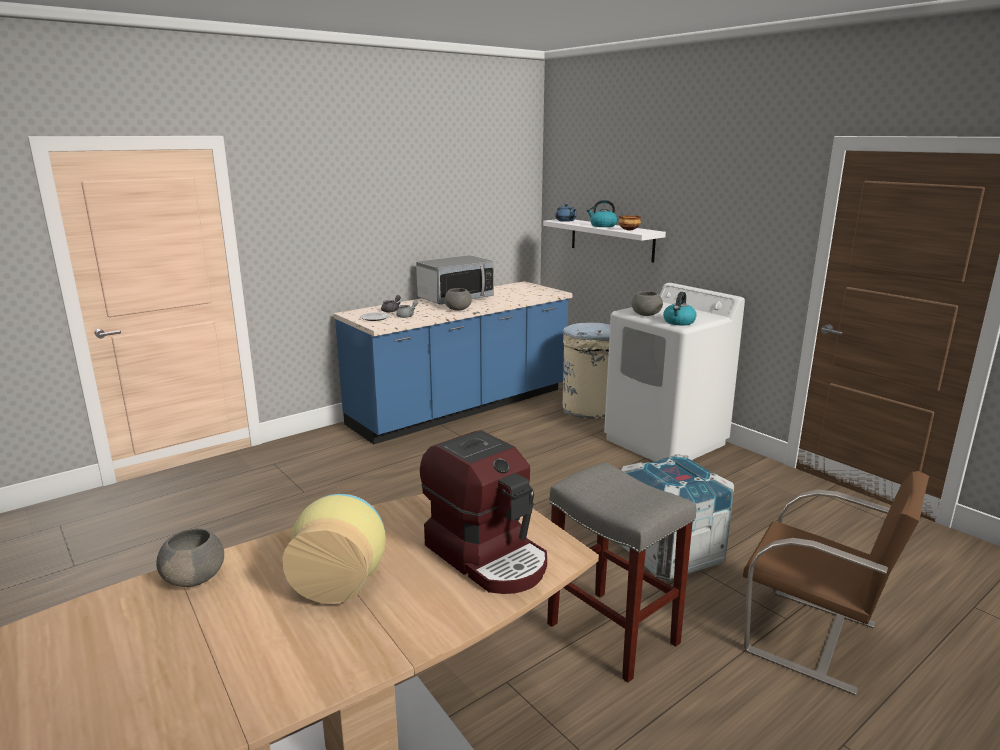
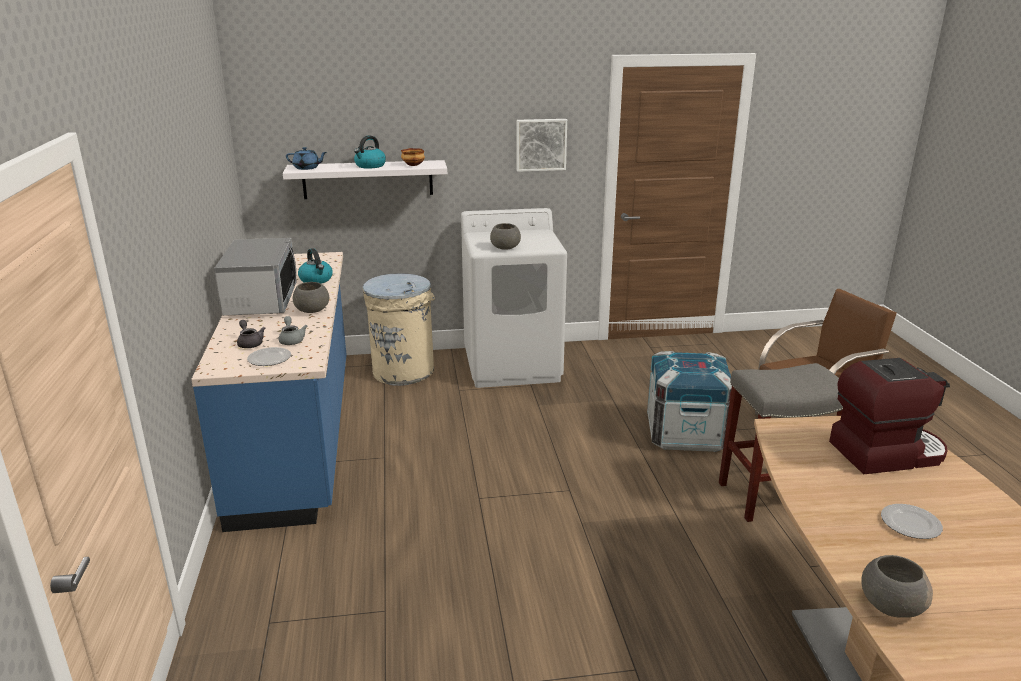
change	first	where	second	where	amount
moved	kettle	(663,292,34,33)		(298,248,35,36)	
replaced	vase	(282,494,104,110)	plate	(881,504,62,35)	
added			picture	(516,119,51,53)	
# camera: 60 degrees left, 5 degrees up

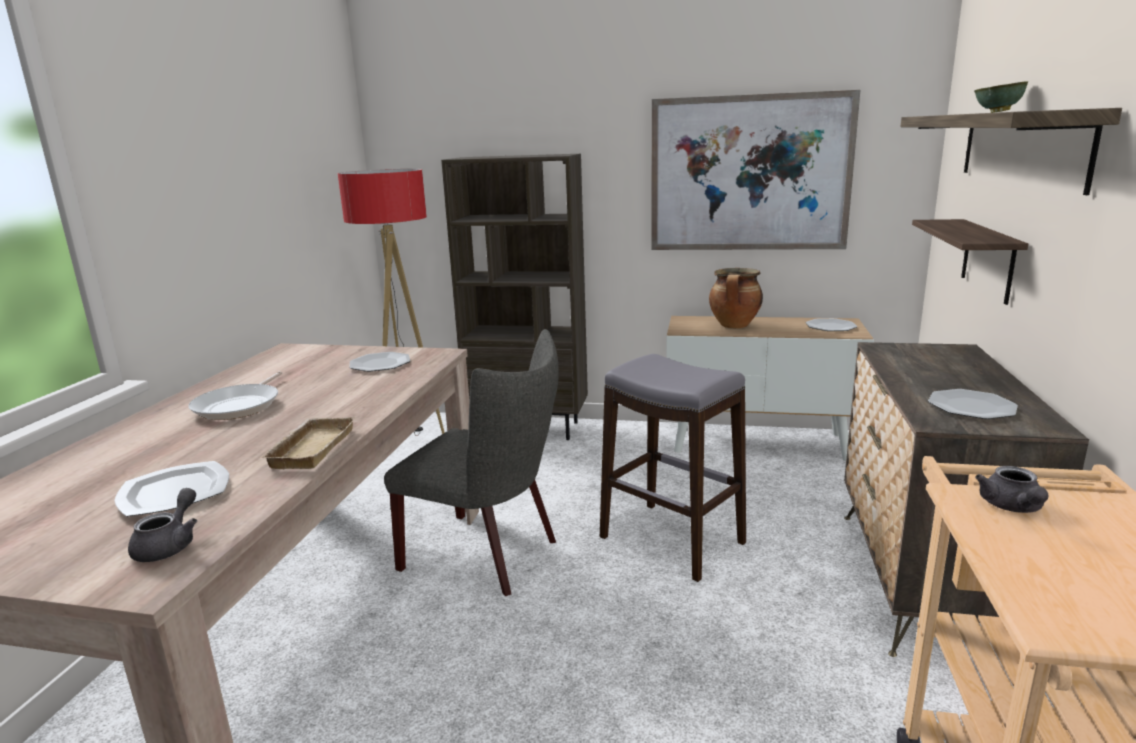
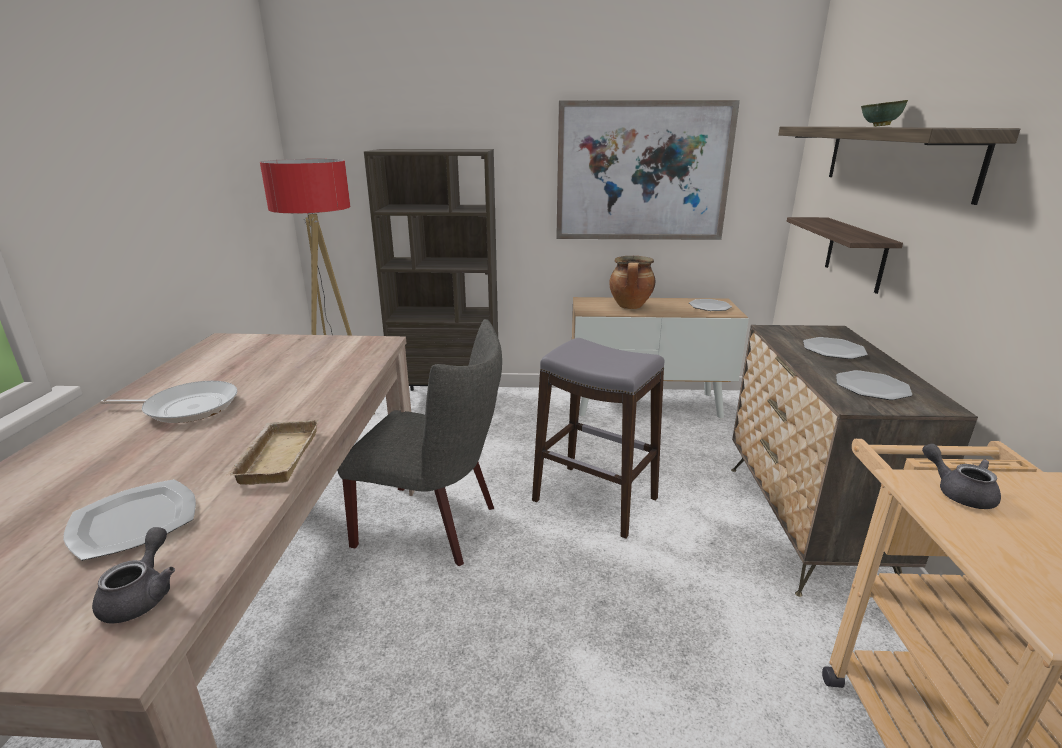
change	first	where	second	where	amount
moved	plate	(350,352,60,20)		(803,337,65,22)	
turned	frying pan	(188,372,94,48)		(100,381,137,42)	90 degrees counterclockwise
turned	grey teapot	(975,466,74,47)		(922,443,79,66)	150 degrees clockwise
# camera: 10 degrees left, 5 degrees up

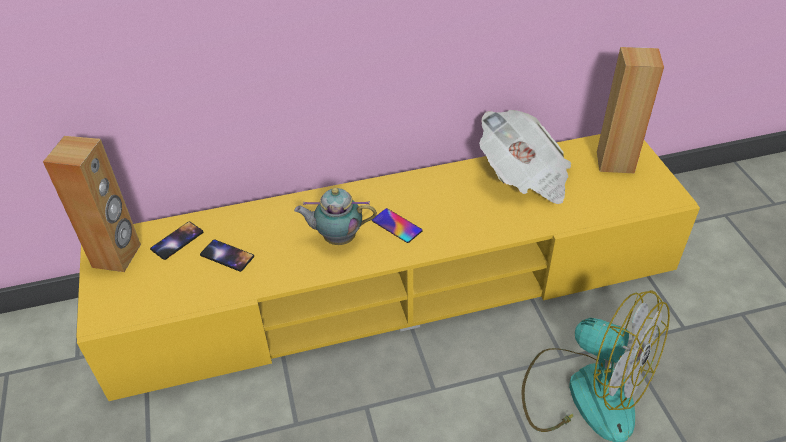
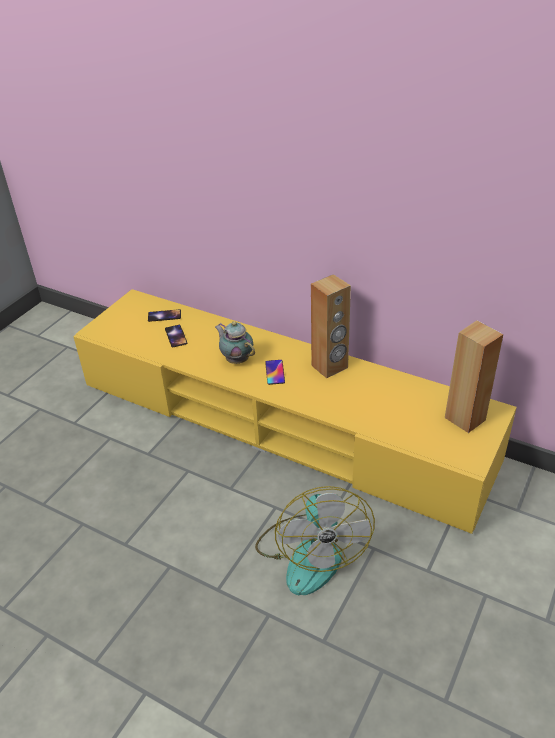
change	first	where	second	where	amount
removed	newspaper	(479,110,92,94)			
moved	brown speaker	(43,136,98,136)		(311,274,40,104)	
# camera: 45 degrees right, 5 degrees down

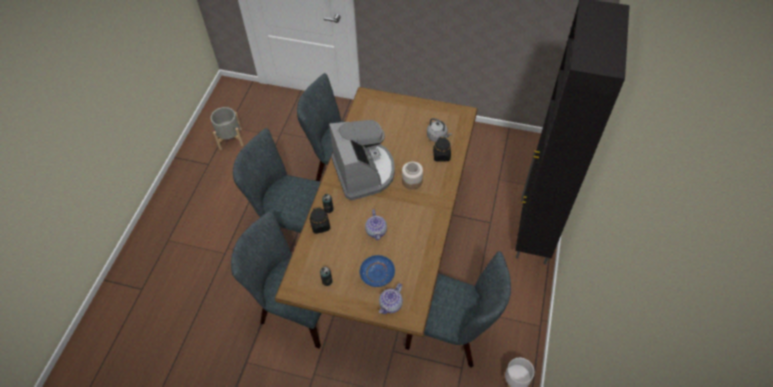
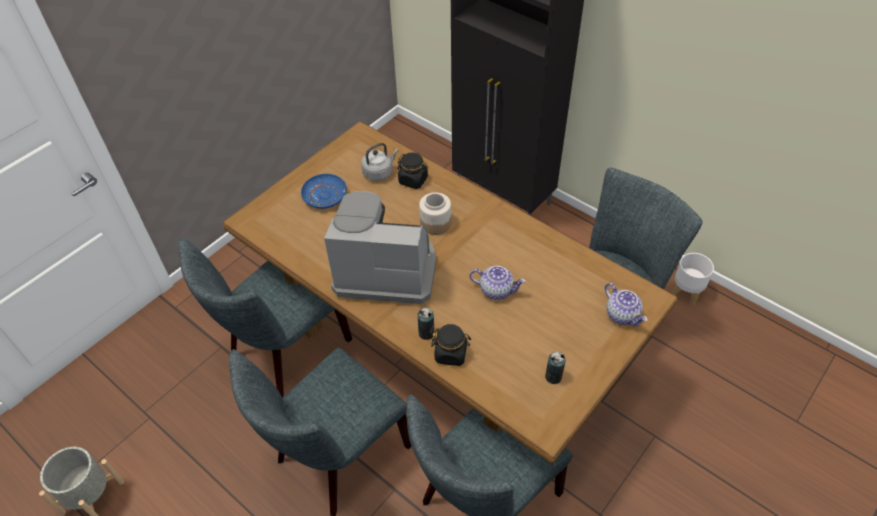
change	first	where	second	where	amount
moved	blue plate	(360,255,35,32)		(301,174,46,35)	
# camera: 65 degrees left, 5 degrees down

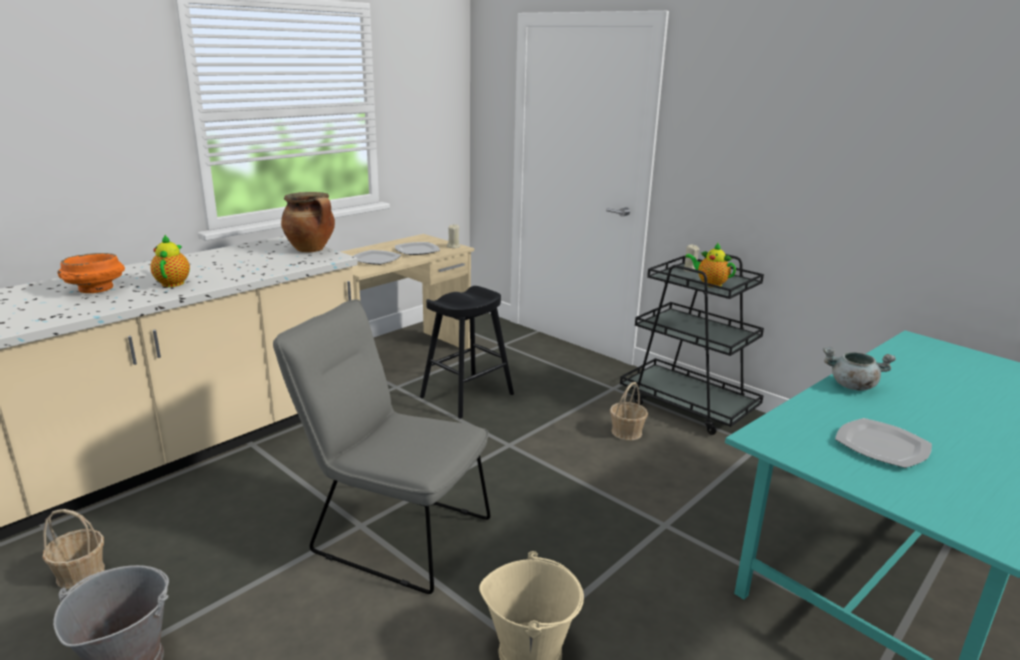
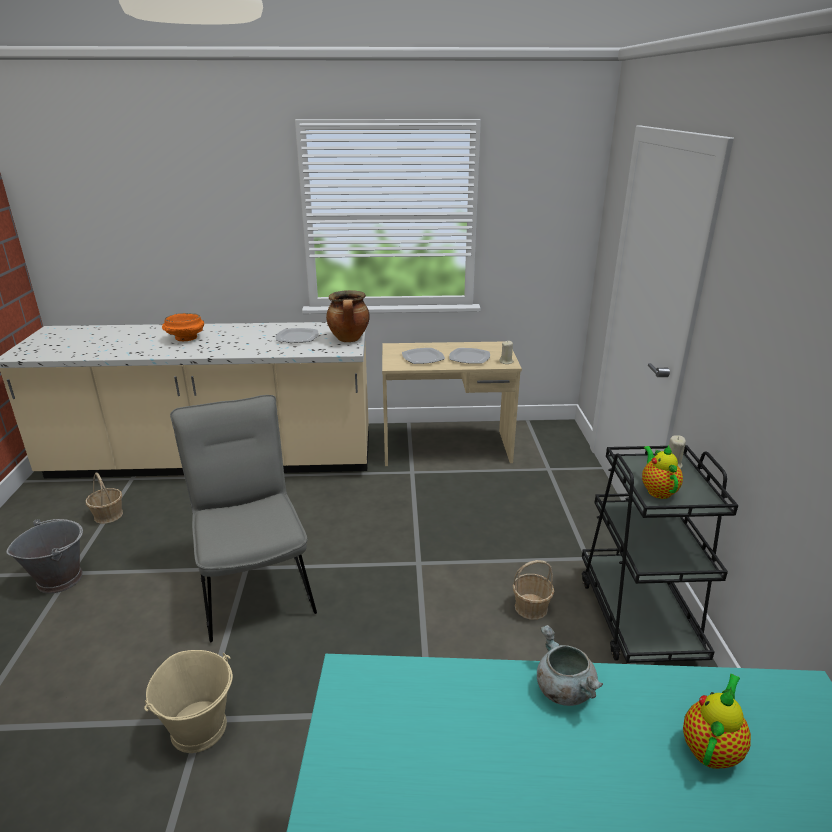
change	first	where	second	where	amount
moved	teapot	(150,234,40,53)		(683,674,68,95)	
removed	black stool	(420,286,94,133)			
moved	plate	(835,418,97,50)		(276,328,43,15)	
# camera: 45 degrees right, 5 degrees up

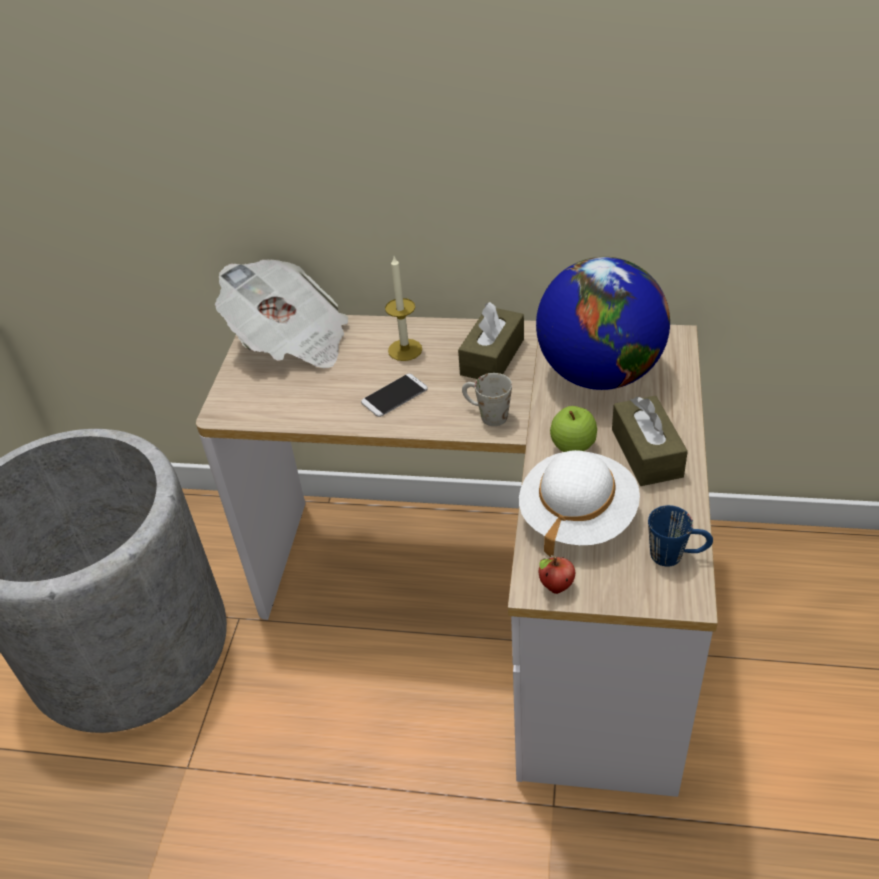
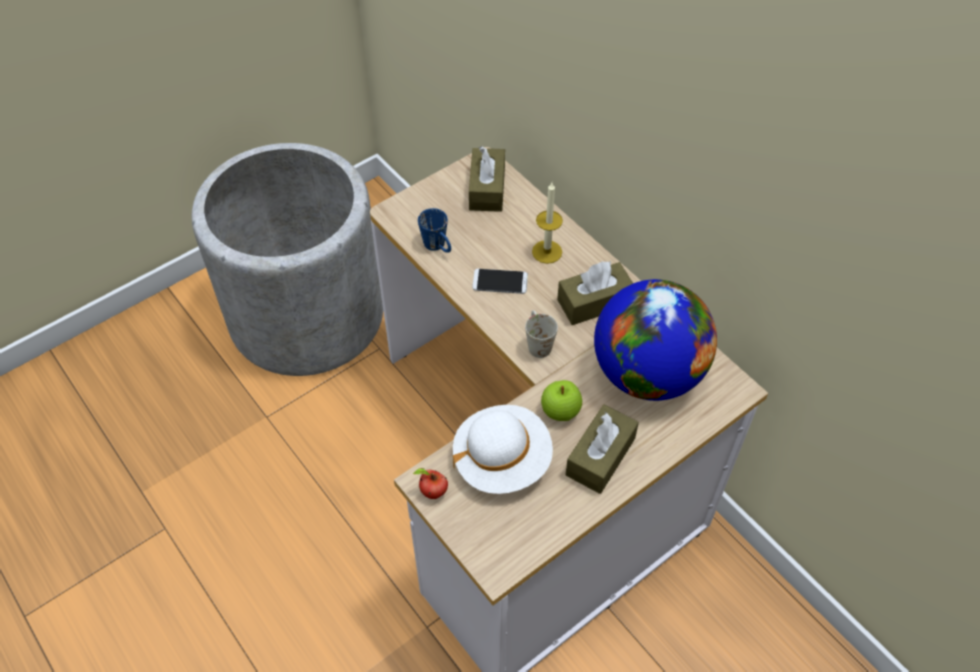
change	first	where	second	where	amount
replaced	newspaper	(215,260,133,109)	brown tissue box	(469,146,36,66)	
moved	blue mug	(648,505,65,62)		(418,208,33,45)	
# camera: 40 degrees right, 10 degrees up

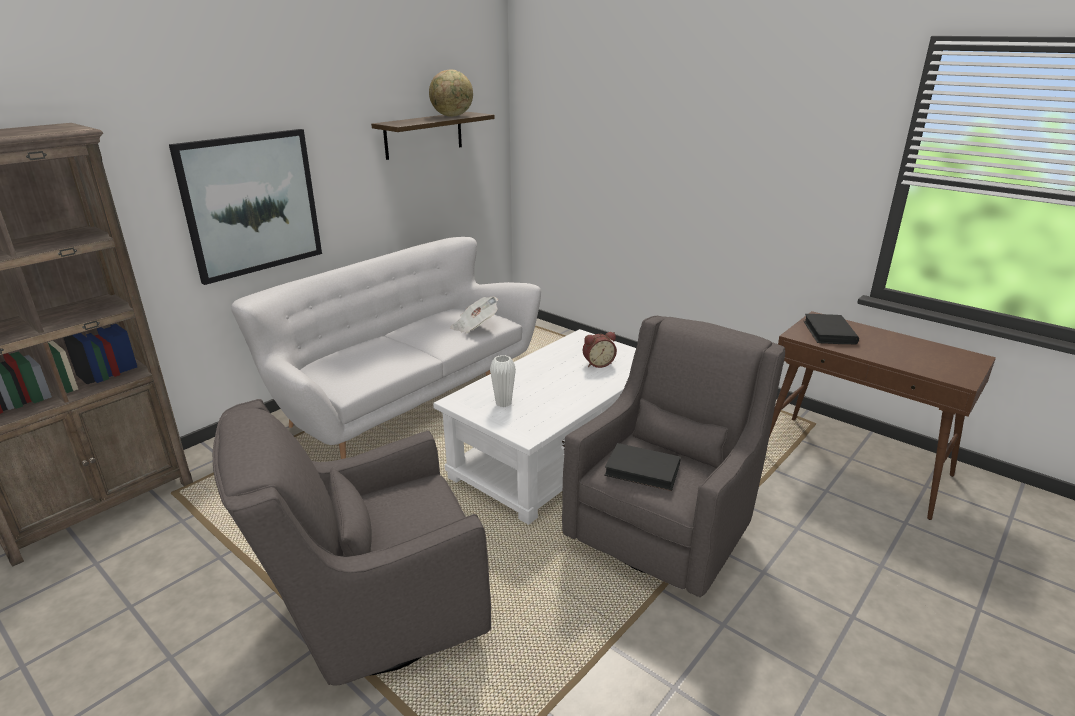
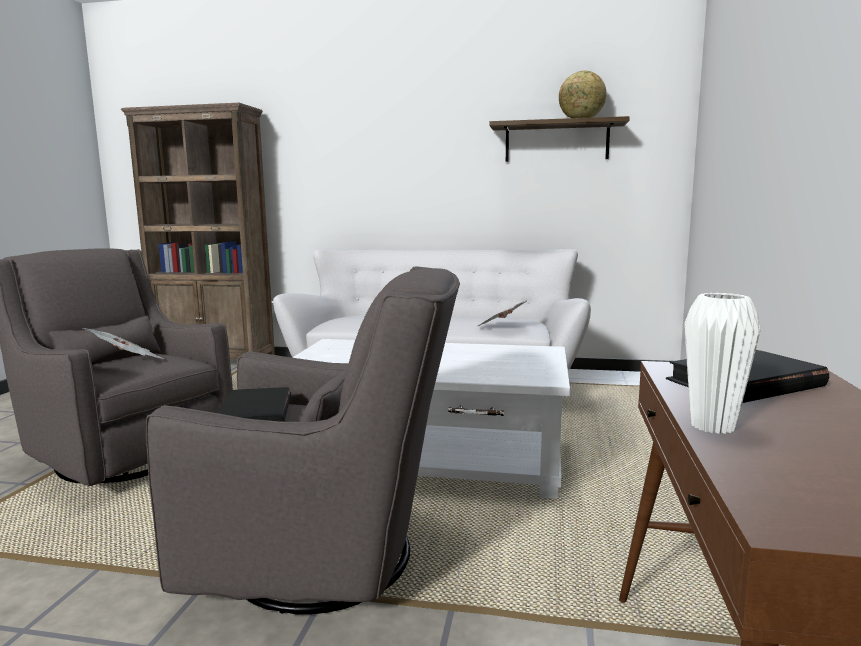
change	first	where	second	where	amount
removed	picture	(169,129,153,156)			
removed	alarm clock	(583,332,34,36)			
moved	white vase	(490,355,26,52)		(684,293,77,141)	
added			newspaper	(83,328,81,31)	
# camera: 60 degrees right, 15 degrees down

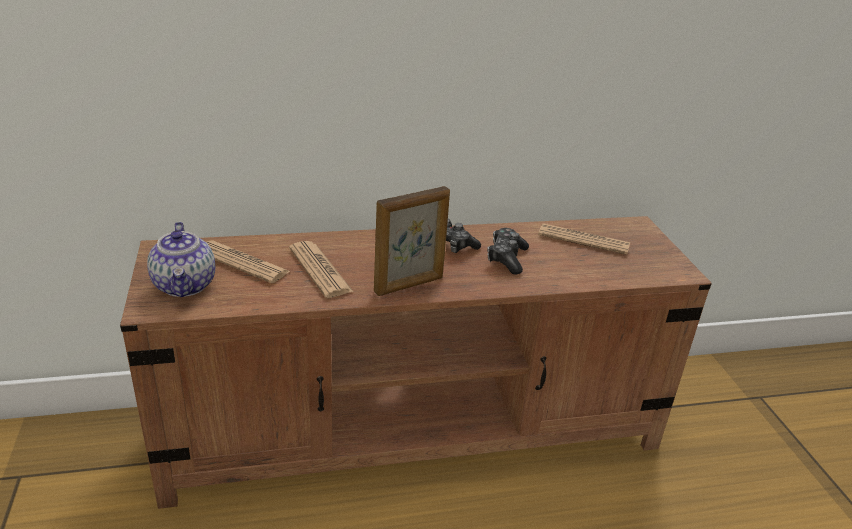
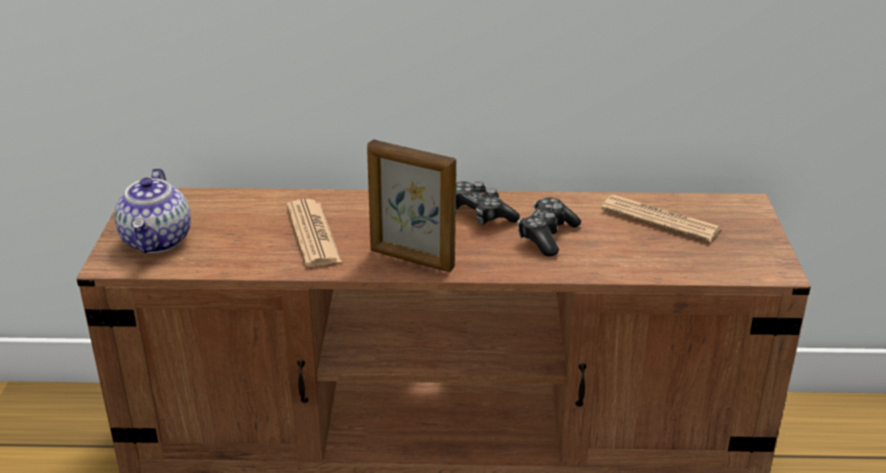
change	first	where	second	where	amount
turned	picture frame	(374,186,76,110)		(367,139,89,133)	45 degrees clockwise
removed	newspaper	(206,241,85,42)			
# camera: 15 degrees right, 0 degrees up

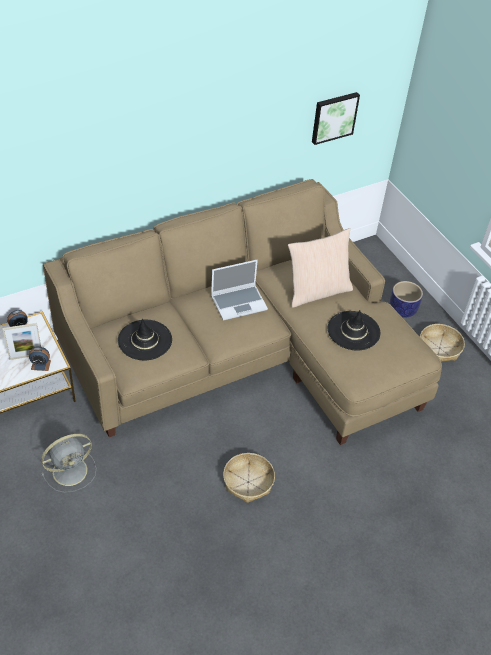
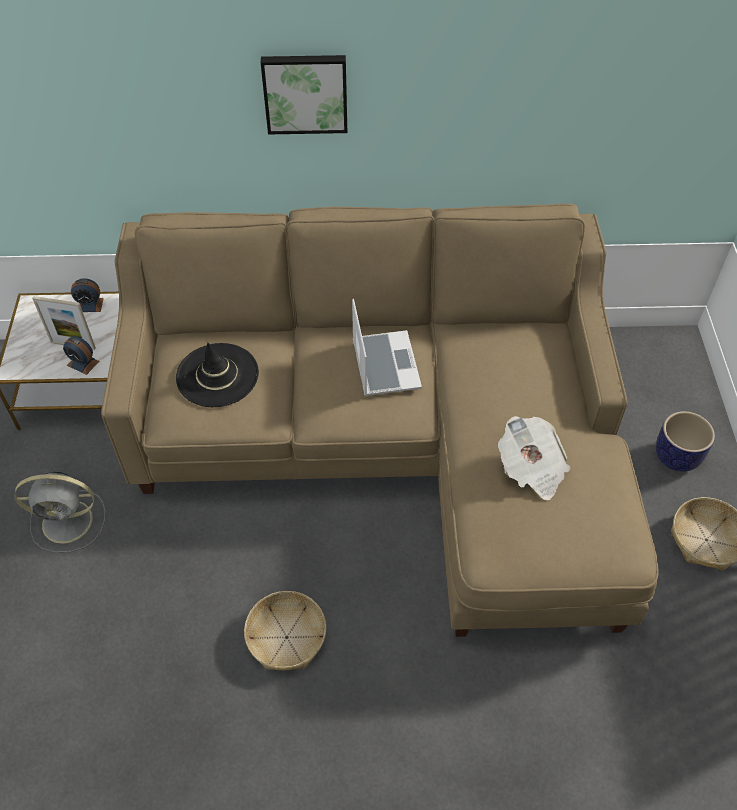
change	first	where	second	where	amount
moved	picture	(312,92,48,53)		(261,55,86,79)	
removed	beige pillow	(288,228,65,80)			
turned	laptop	(211,260,57,61)		(352,299,70,97)	105 degrees counterclockwise
replaced	black hat	(328,310,52,41)	newspaper	(498,416,72,84)	
# camera: 30 degrees right, 5 degrees up

